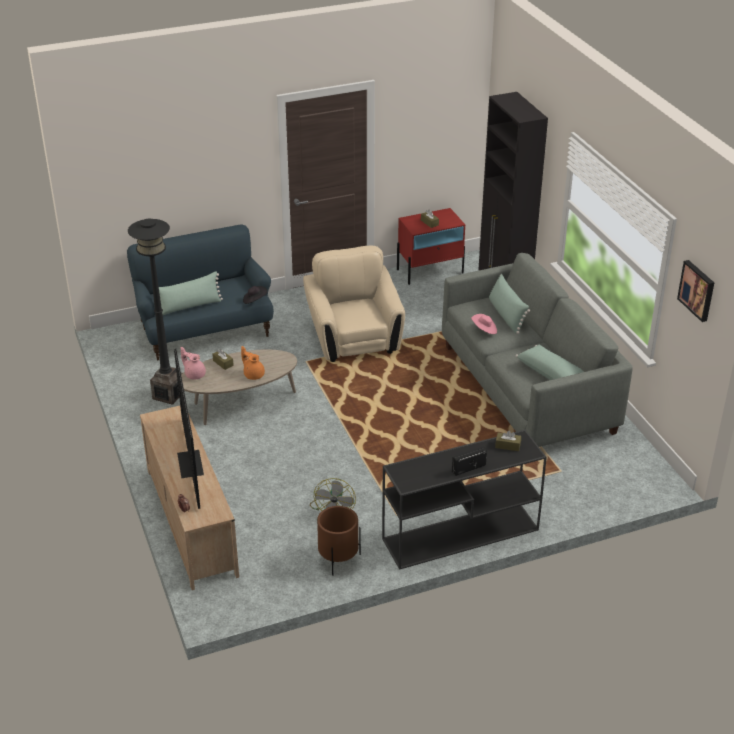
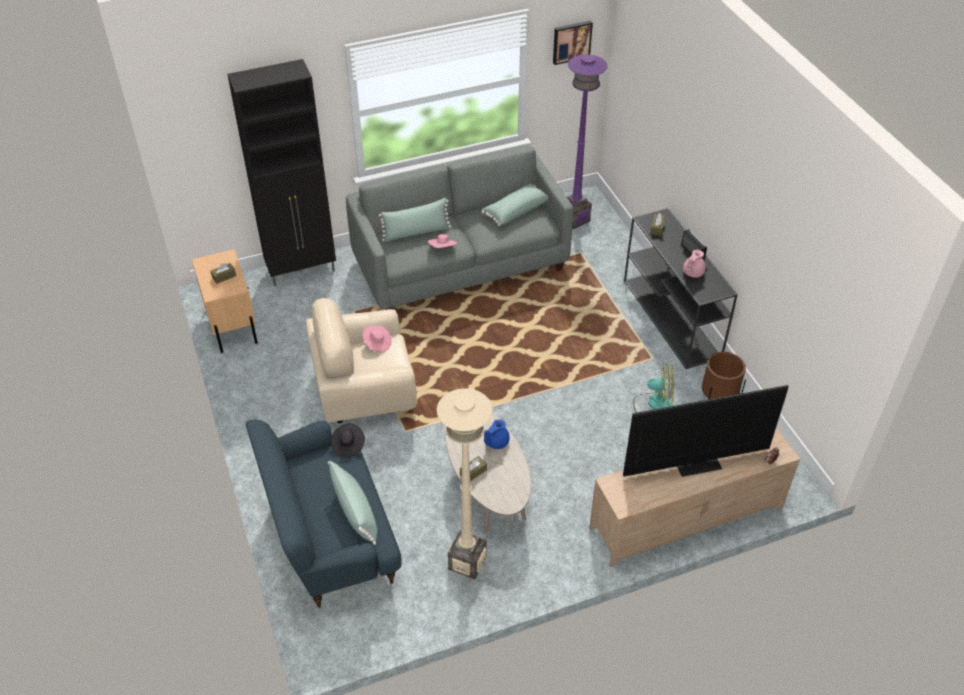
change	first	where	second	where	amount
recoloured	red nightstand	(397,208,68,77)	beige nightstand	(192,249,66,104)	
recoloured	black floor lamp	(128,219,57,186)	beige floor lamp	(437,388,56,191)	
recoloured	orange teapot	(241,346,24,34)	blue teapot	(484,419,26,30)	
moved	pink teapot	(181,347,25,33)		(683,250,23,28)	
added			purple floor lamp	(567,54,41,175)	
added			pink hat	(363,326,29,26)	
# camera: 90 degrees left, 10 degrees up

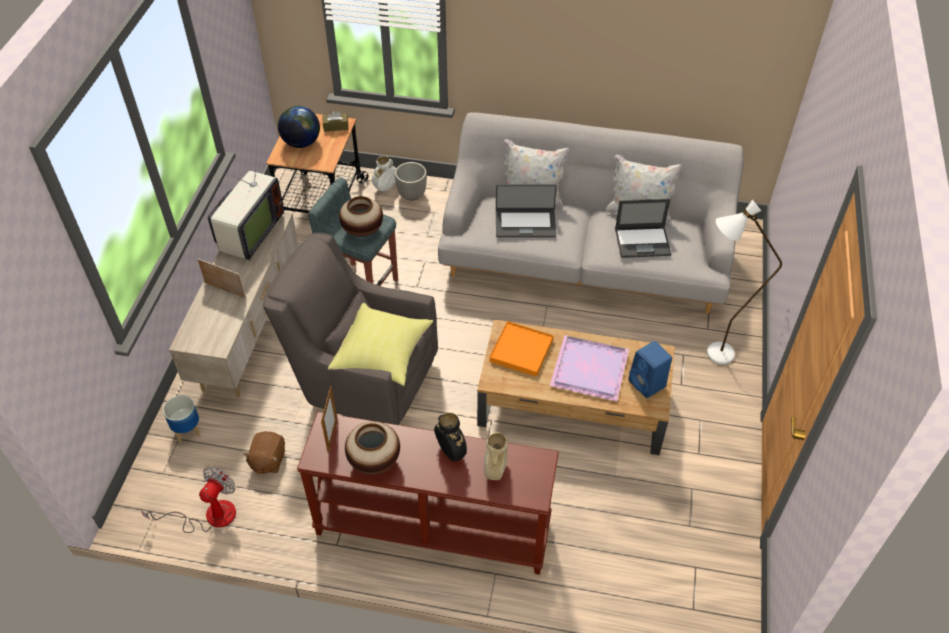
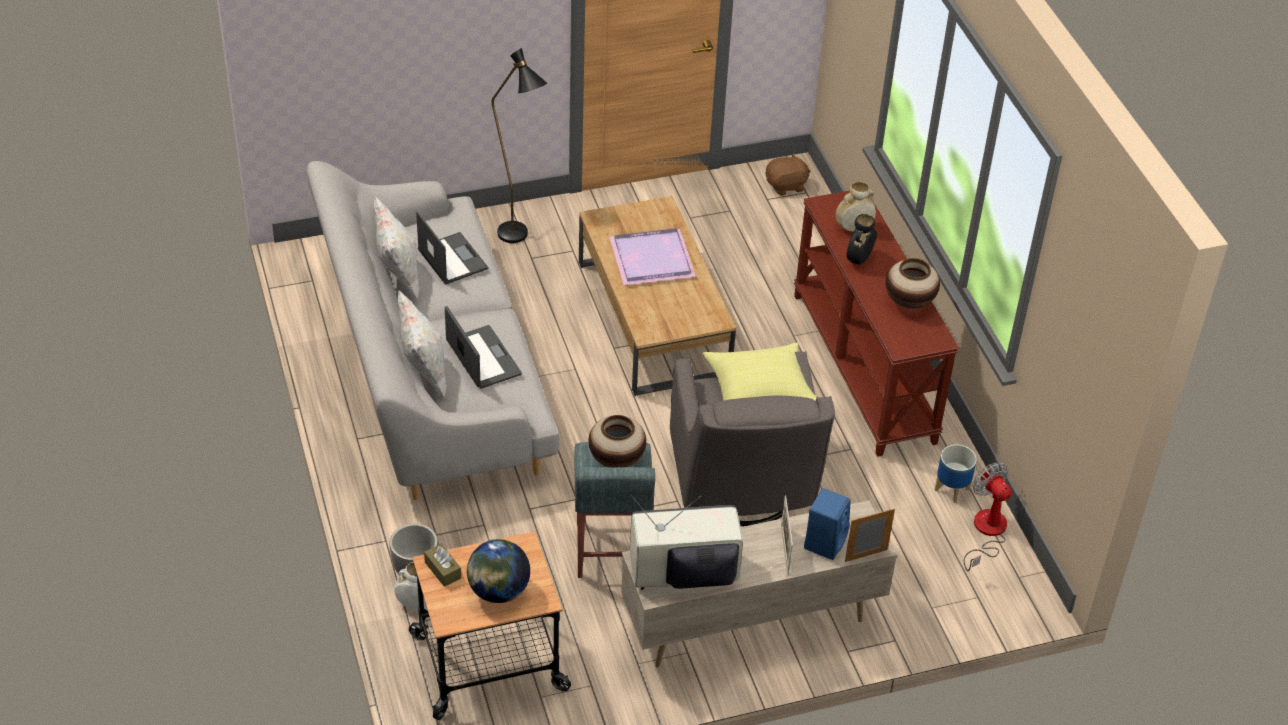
change	first	where	second	where	amount
recoloured	white floor lamp	(707,200,75,165)	black floor lamp	(492,48,55,195)	
removed	orange tray	(489,321,65,56)			
moved	blue speaker	(629,341,43,57)		(804,488,47,72)	
moved	picture frame	(321,386,16,67)		(845,509,50,53)	
moved	planter	(163,395,38,48)		(935,444,42,59)	
moved	brown plush toy	(243,431,42,44)		(765,153,46,43)	
turned	fan	(141,467,95,66)		(964,462,48,109)	60 degrees clockwise
# camera: 120 degrees left, 5 degrees down

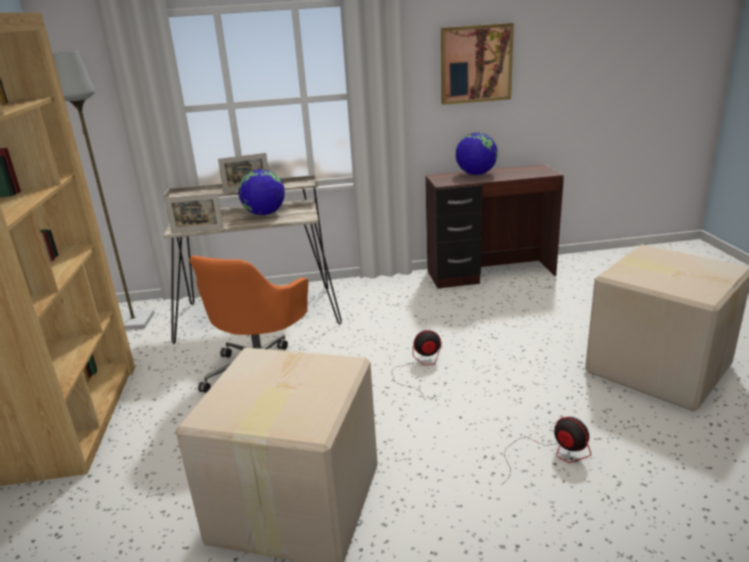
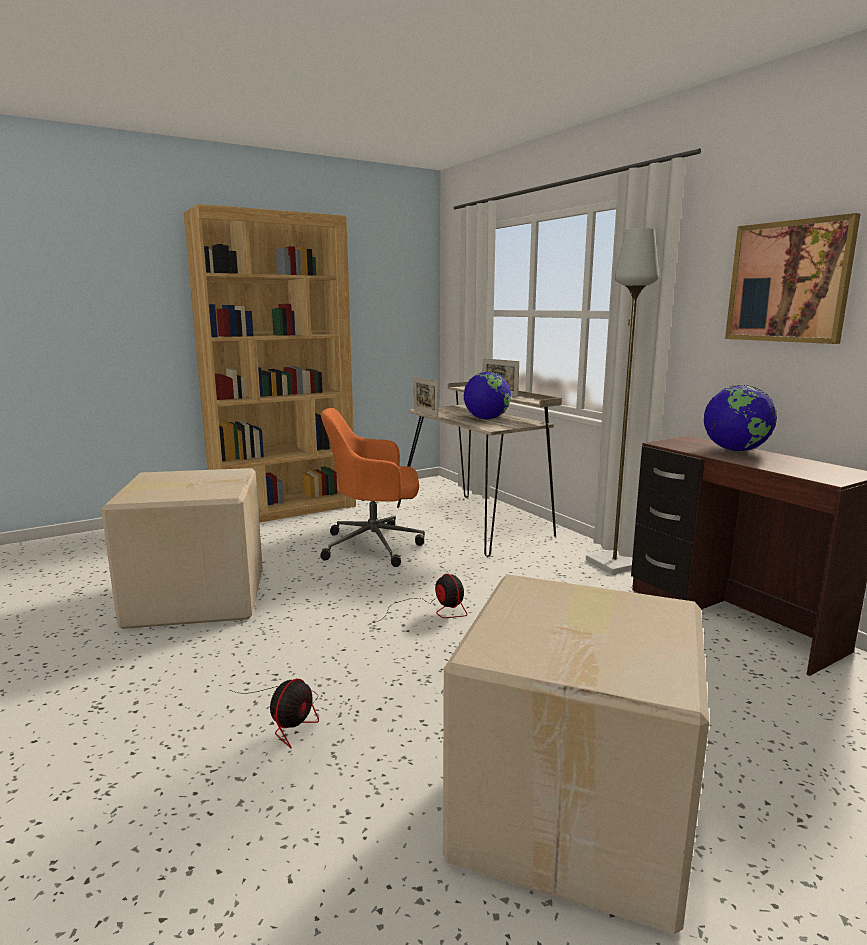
change	first	where	second	where	amount
moved	grey floor lamp	(52,51,102,279)		(586,228,73,346)	
# camera: 65 degrees right, 10 degrees down

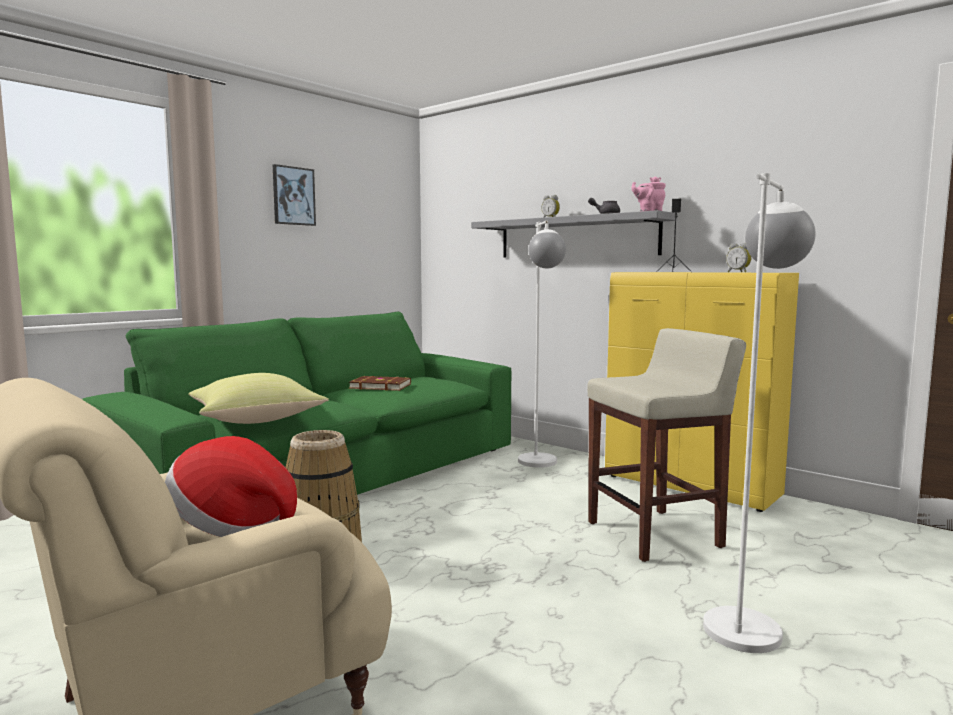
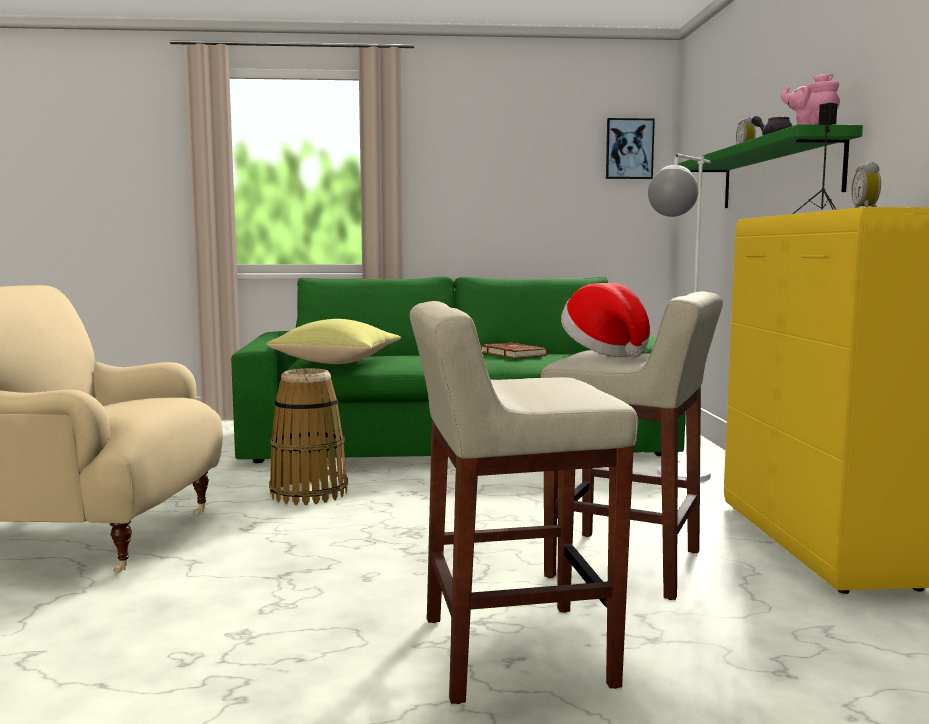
change	first	where	second	where	amount
moved	picture	(273,164,43,62)		(606,118,49,61)	
replaced	white floor lamp	(703,173,113,480)	beige stool	(410,301,228,403)	
recoloured	grey shelf	(471,210,207,47)	green shelf	(678,124,185,84)	
moved	hat	(165,436,132,101)		(561,283,89,74)	
# camera: 45 degrees right, 0 degrees up

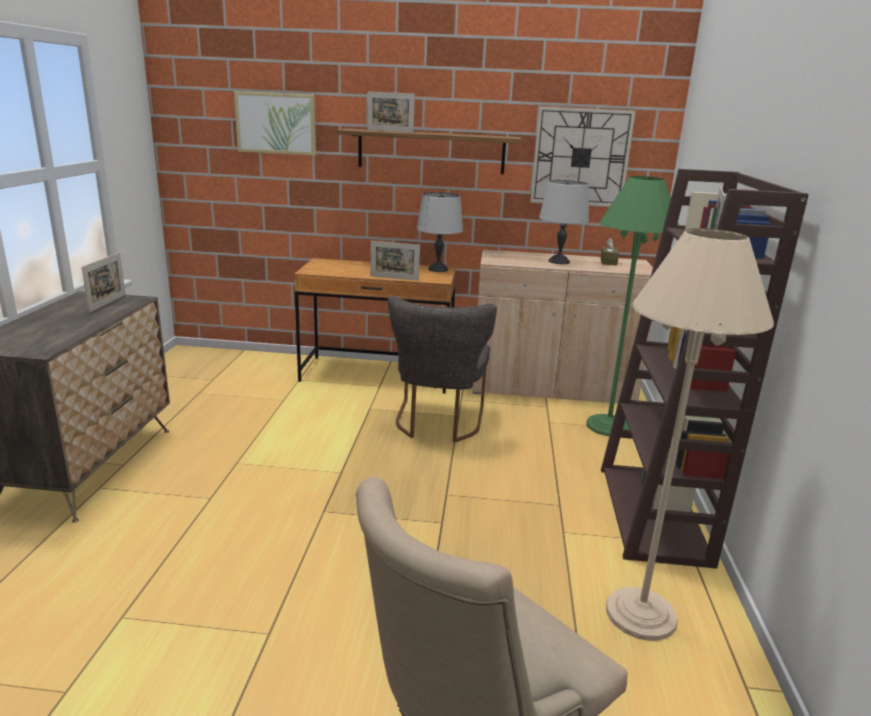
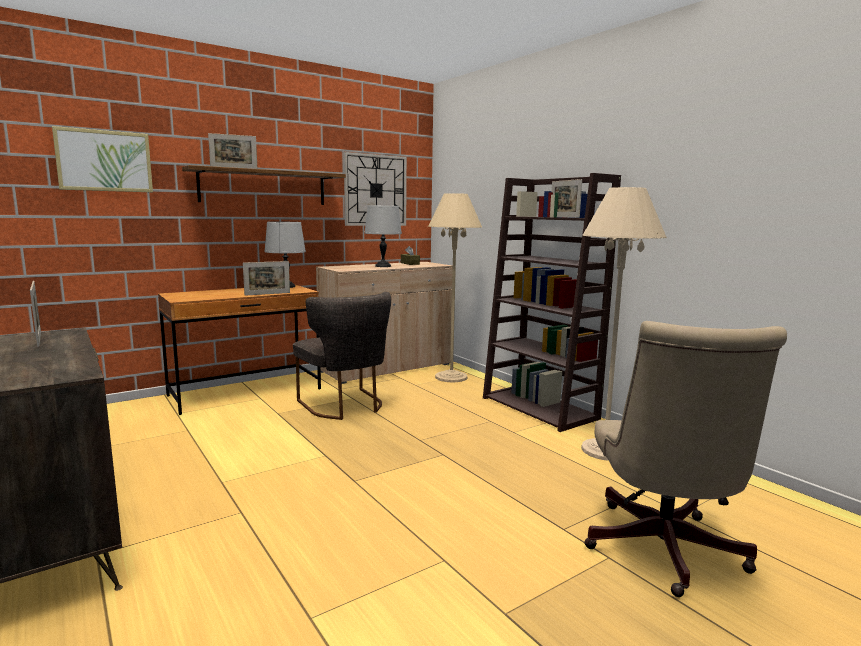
change	first	where	second	where	amount
recoloured	green floor lamp	(586,176,93,260)	beige floor lamp	(428,193,54,189)	
# camera: 40 degrees left, 10 degrees down

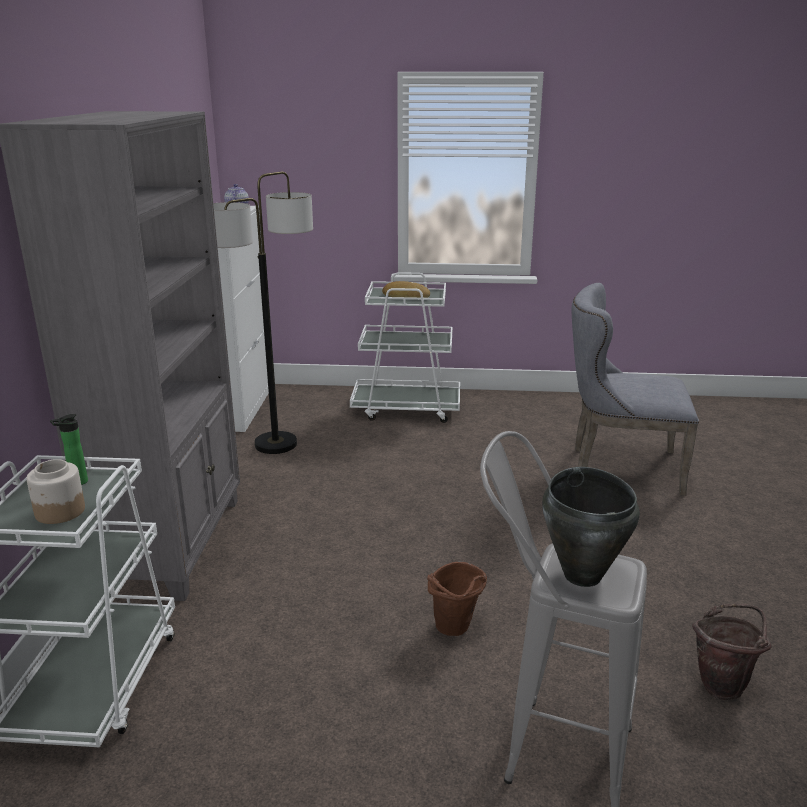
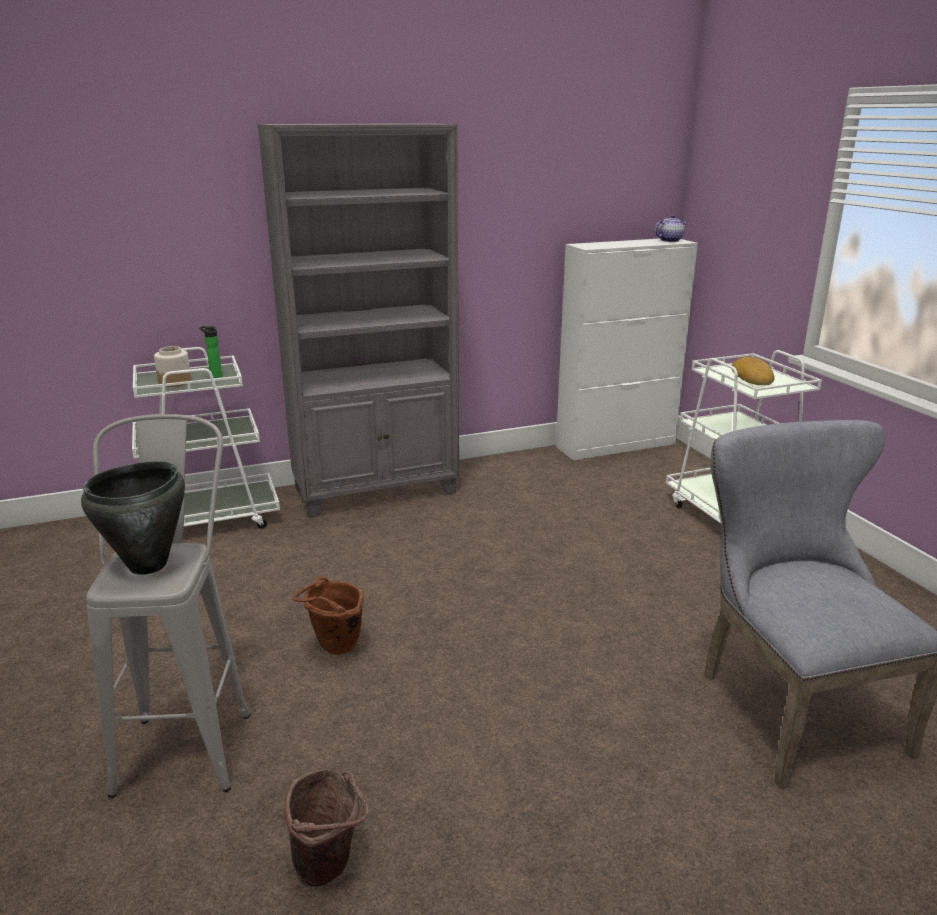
change	first	where	second	where	amount
removed	floor lamp	(213,172,100,282)			
# camera: 65 degrees right, 0 degrees up

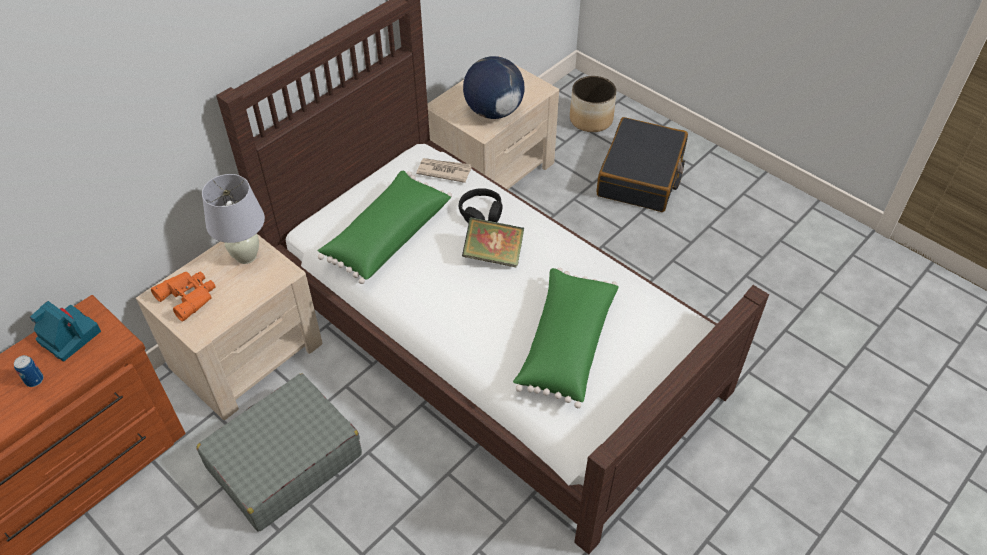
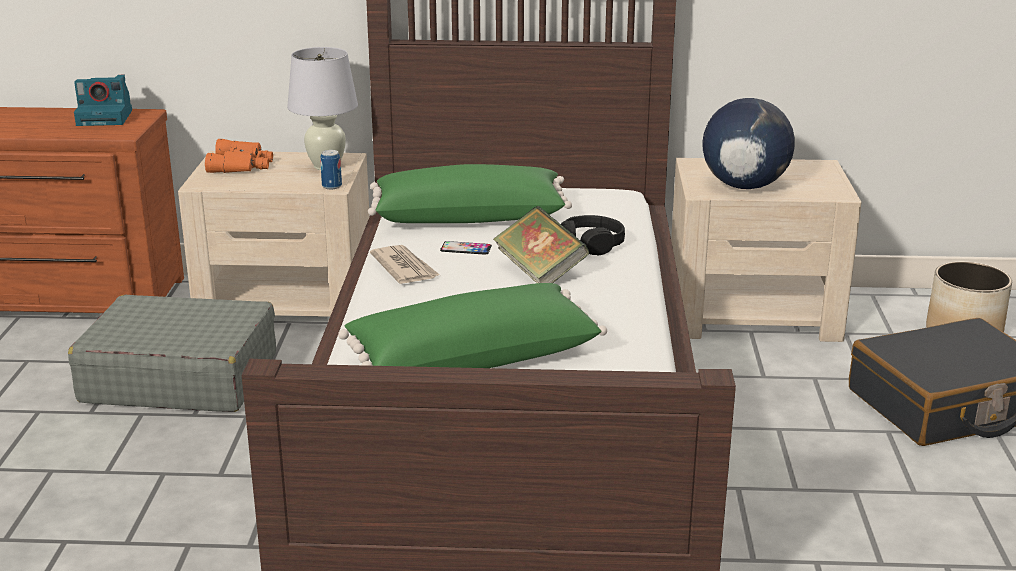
change	first	where	second	where	amount
moved	newspaper	(416,158,56,25)		(370,245,70,39)	
turned	photo camera	(30,301,71,60)		(74,75,58,51)	90 degrees clockwise
moved	can	(14,355,30,32)		(320,150,22,39)	
added			phone	(440,241,52,14)	
# camera: 50 degrees right, 25 degrees down

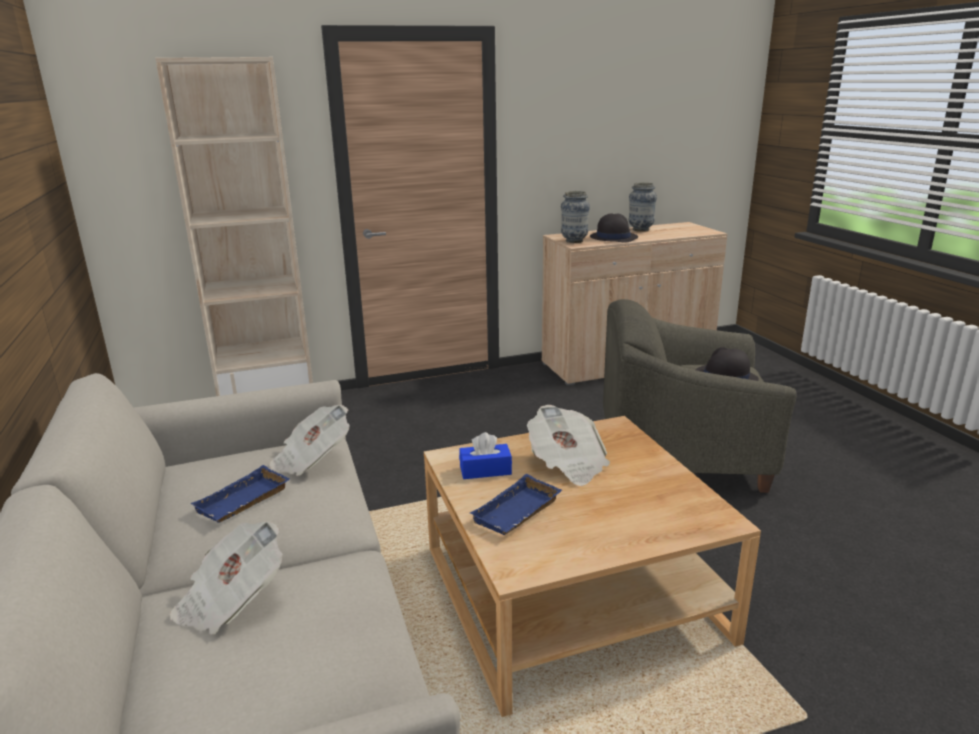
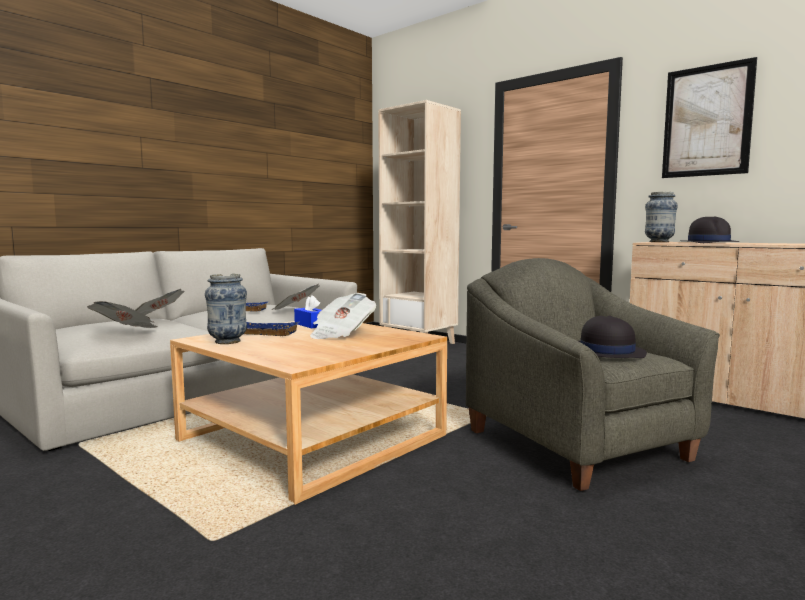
change	first	where	second	where	amount
moved	vase	(629,182,28,50)		(205,274,42,70)	
added			picture	(662,57,95,121)	
added			newspaper	(87,301,71,27)	
# camera: 60 degrees right, 15 degrees down

